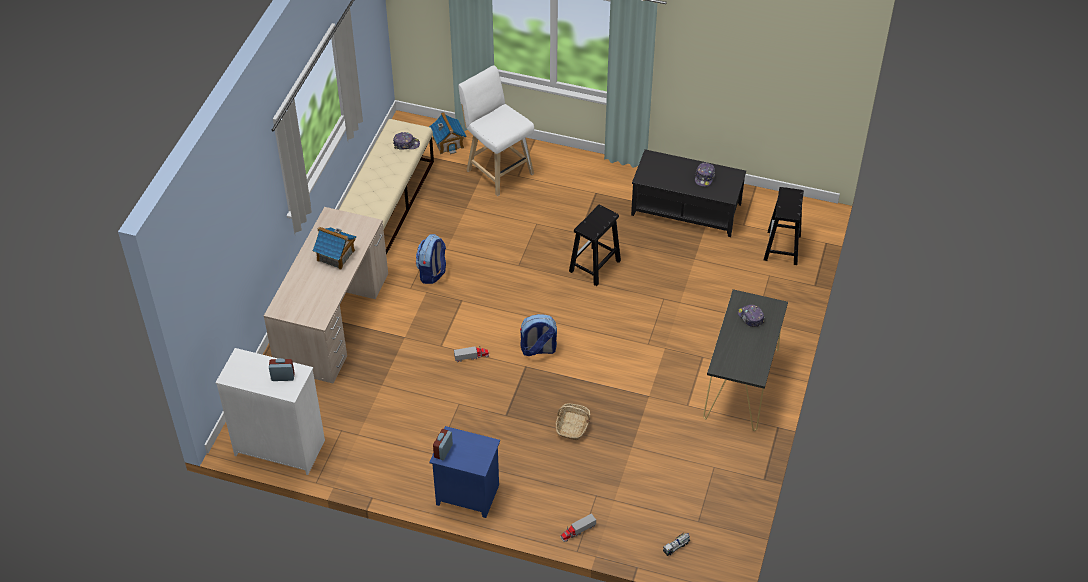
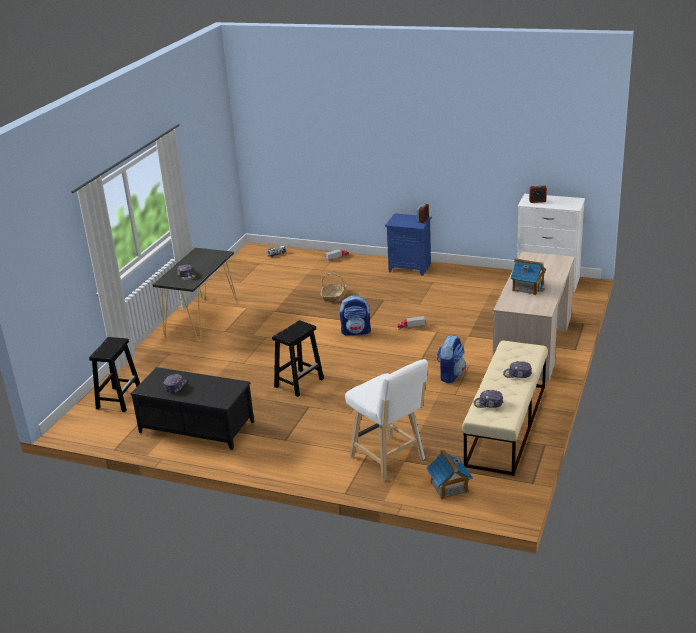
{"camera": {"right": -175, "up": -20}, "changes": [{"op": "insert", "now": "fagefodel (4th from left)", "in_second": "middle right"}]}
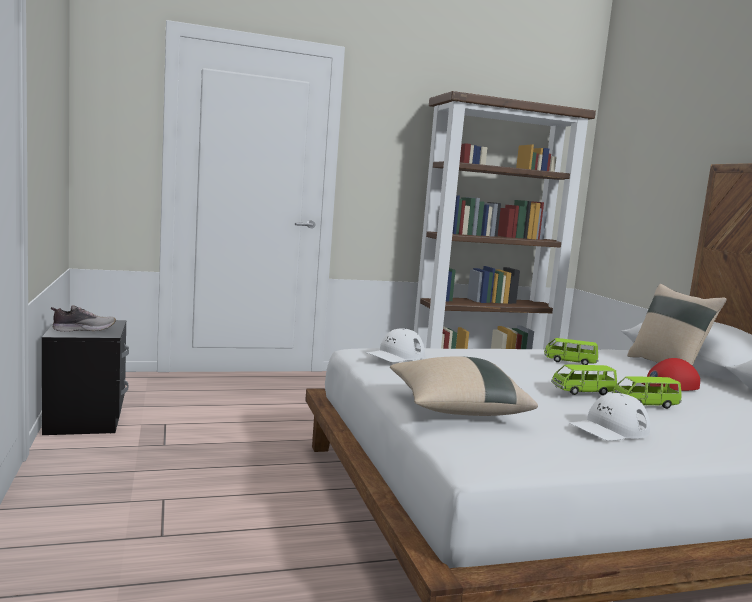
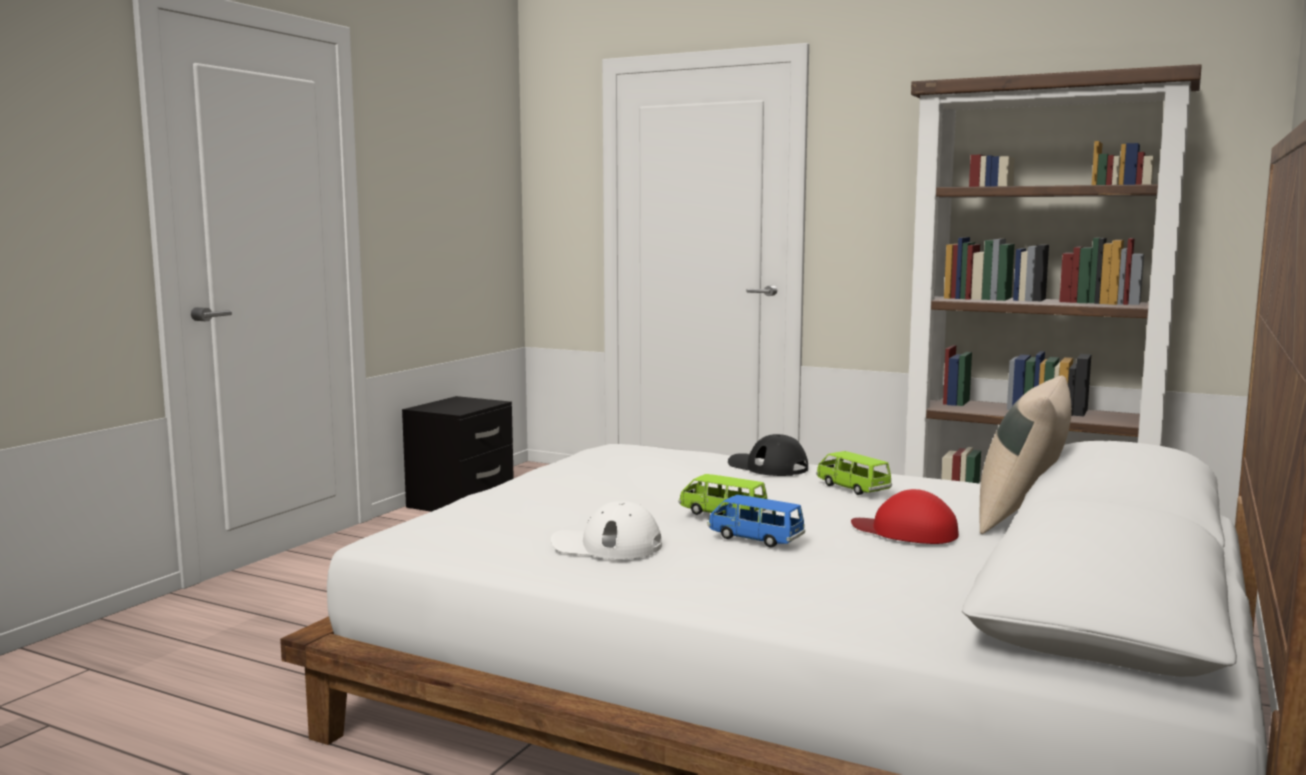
{"camera": {"right": 45, "up": 0}, "changes": [{"op": "delete", "was": "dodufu", "in_first": "middle left"}, {"op": "delete", "was": "fagefodel (white) (1st from left)", "in_first": "centre"}, {"op": "delete", "was": "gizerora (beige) (1st from left)", "in_first": "centre"}, {"op": "recolor", "was": "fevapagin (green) (3rd from left)", "now": "fevapagin (blue)", "in_first": "middle right", "in_second": "bottom centre"}, {"op": "insert", "now": "fagefodel (black)", "in_second": "centre"}]}
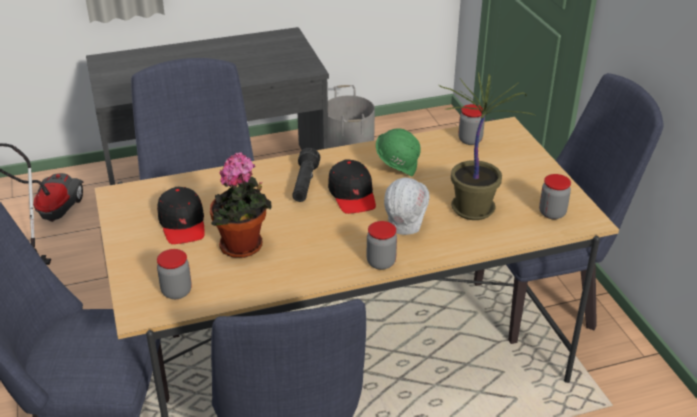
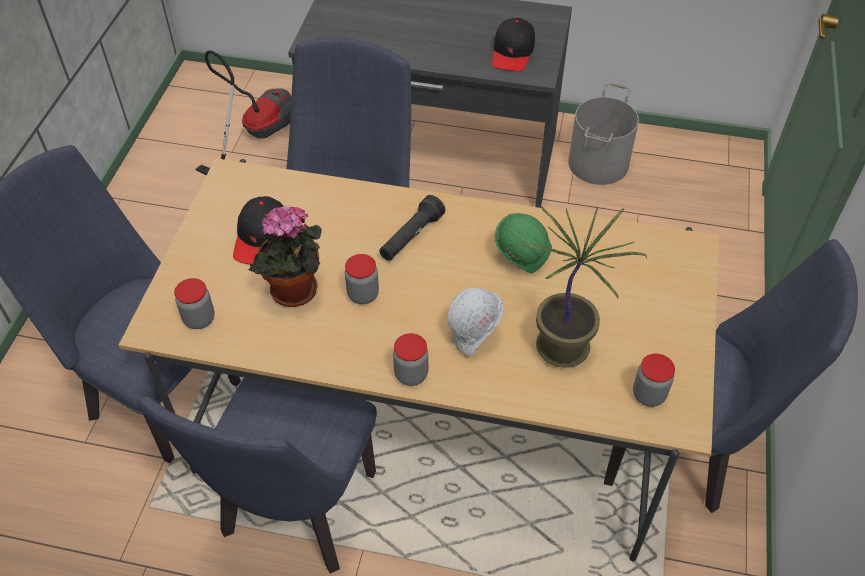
{"camera": {"right": 30, "up": 15}, "changes": [{"op": "move", "was": "fagefodel (black) (2nd from left)", "in_first": "centre", "in_second": "top centre"}, {"op": "move", "was": "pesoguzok (3rd from left in the first image)", "now": "pesoguzok (2nd from left)", "in_first": "top right", "in_second": "centre"}]}
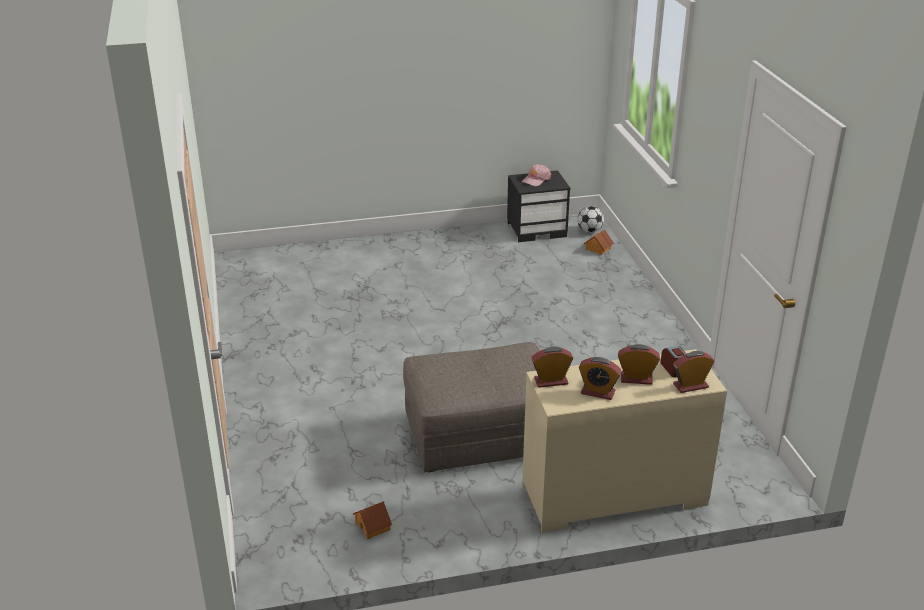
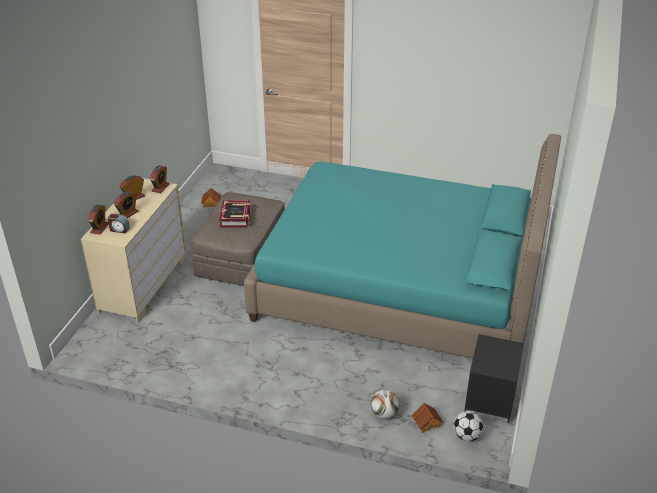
{"camera": {"right": 120, "up": 5}, "changes": [{"op": "delete", "was": "fagefodel (pink)", "in_first": "top centre"}, {"op": "insert", "now": "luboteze", "in_second": "centre"}, {"op": "insert", "now": "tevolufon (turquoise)", "in_second": "centre"}, {"op": "insert", "now": "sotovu (1st from left)", "in_second": "bottom centre"}]}
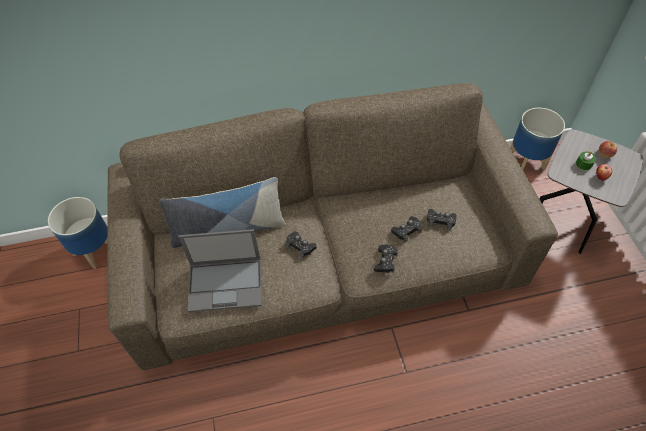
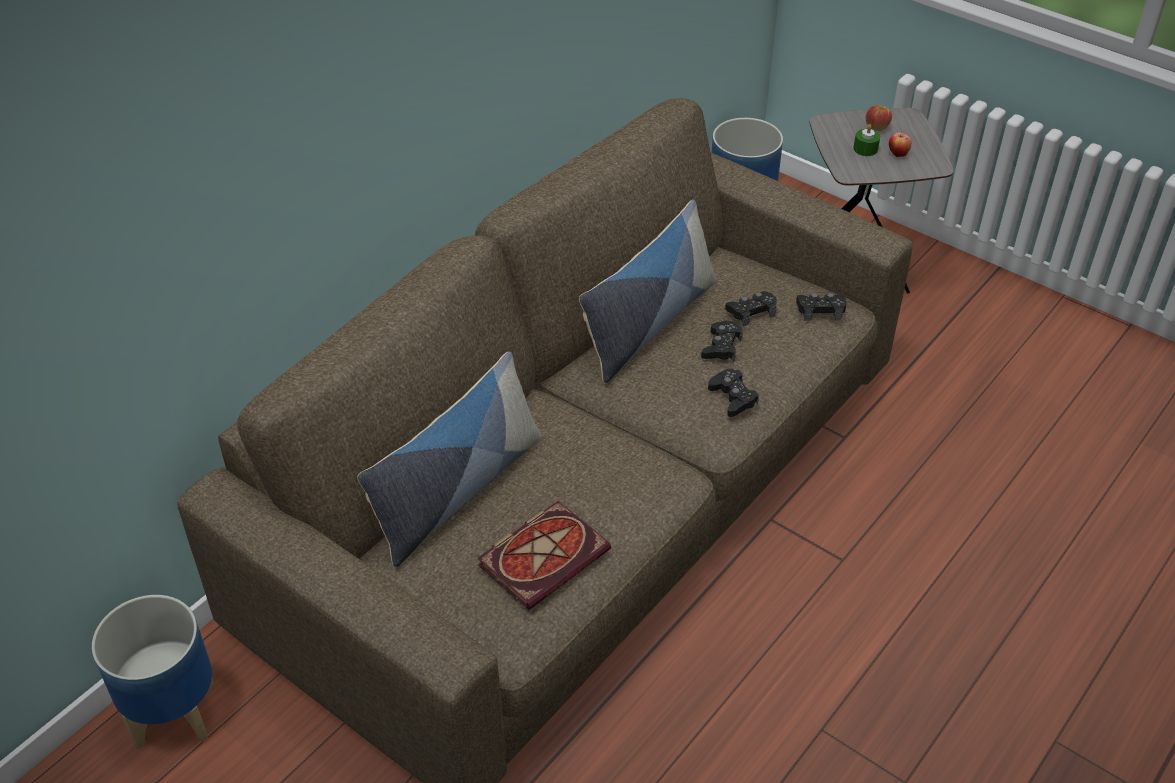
{"camera": {"right": -40, "up": -10}, "changes": [{"op": "replace", "was": "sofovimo", "now": "luboteze", "in_first": "centre", "in_second": "bottom centre"}, {"op": "move", "was": "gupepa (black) (1st from left in the first image)", "now": "gupepa (black) (4th from left)", "in_first": "centre", "in_second": "middle right"}, {"op": "insert", "now": "gizerora (2nd from left)", "in_second": "centre"}]}
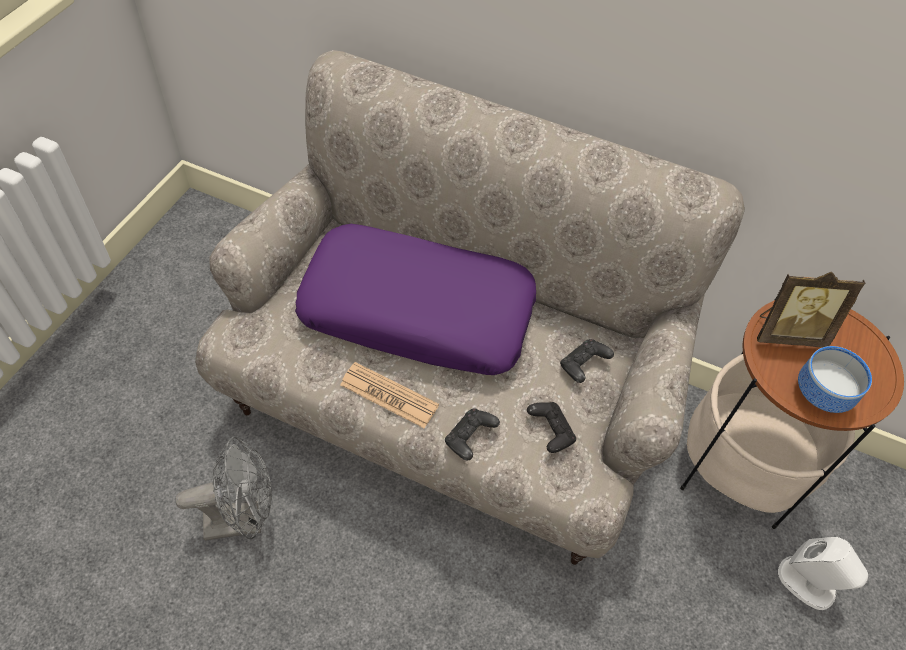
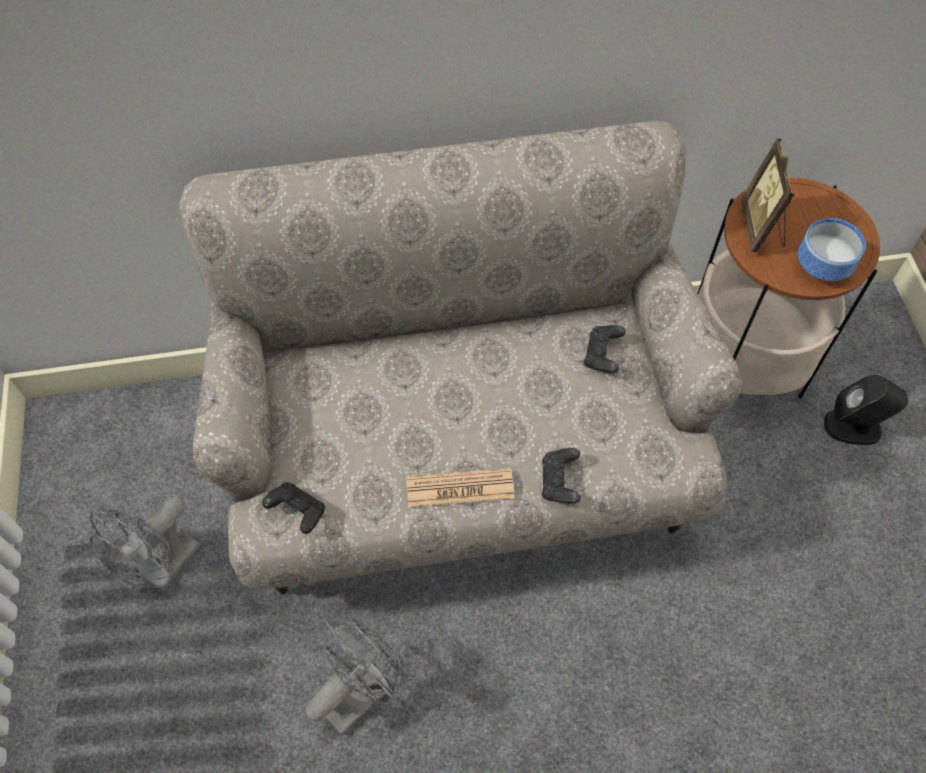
{"camera": {"right": -30, "up": 5}, "changes": [{"op": "delete", "was": "gizerora (purple)", "in_first": "centre"}, {"op": "move", "was": "gupepa (black) (2nd from left in the first image)", "now": "gupepa (black) (1st from left)", "in_first": "centre", "in_second": "middle left"}, {"op": "rotate", "was": "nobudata", "in_first": "middle right", "in_second": "top right", "clockwise": 120}, {"op": "recolor", "was": "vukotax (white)", "now": "vukotax (black)", "in_first": "bottom right", "in_second": "middle right"}, {"op": "insert", "now": "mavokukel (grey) (1st from left)", "in_second": "bottom left"}]}
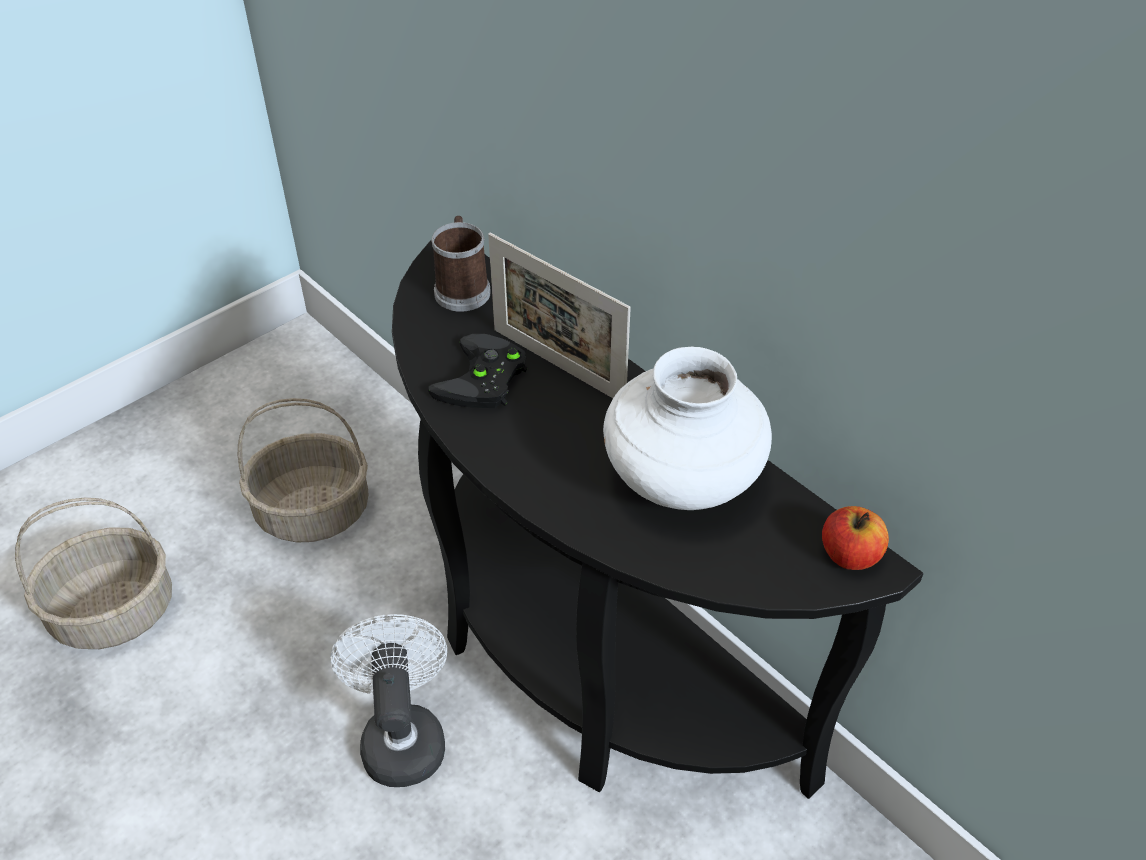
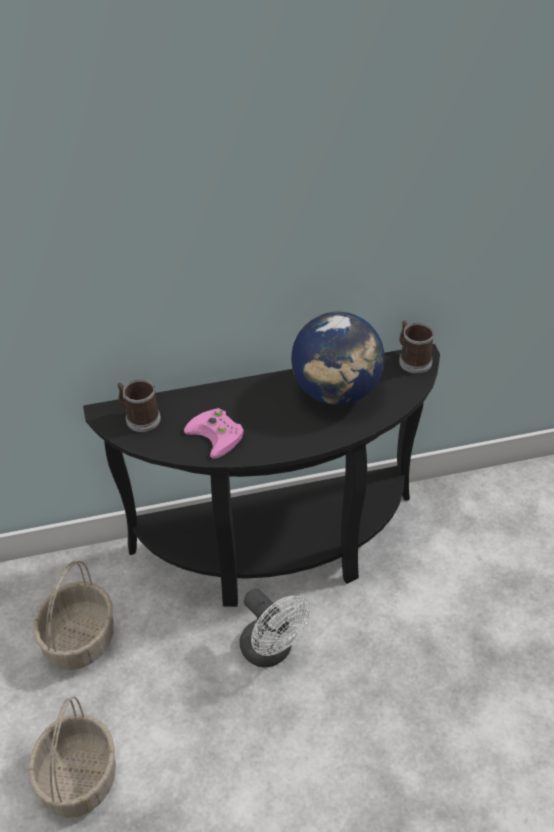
{"camera": {"right": -60, "up": 0}, "changes": [{"op": "rotate", "was": "mavokukel (white)", "in_first": "bottom centre", "in_second": "bottom centre", "clockwise": -150}, {"op": "recolor", "was": "gupepa (black)", "now": "gupepa (pink)", "in_first": "centre", "in_second": "centre"}, {"op": "delete", "was": "nobudata", "in_first": "centre"}, {"op": "replace", "was": "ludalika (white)", "now": "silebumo", "in_first": "centre", "in_second": "centre"}, {"op": "replace", "was": "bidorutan", "now": "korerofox (2nd from left)", "in_first": "middle right", "in_second": "middle right"}]}
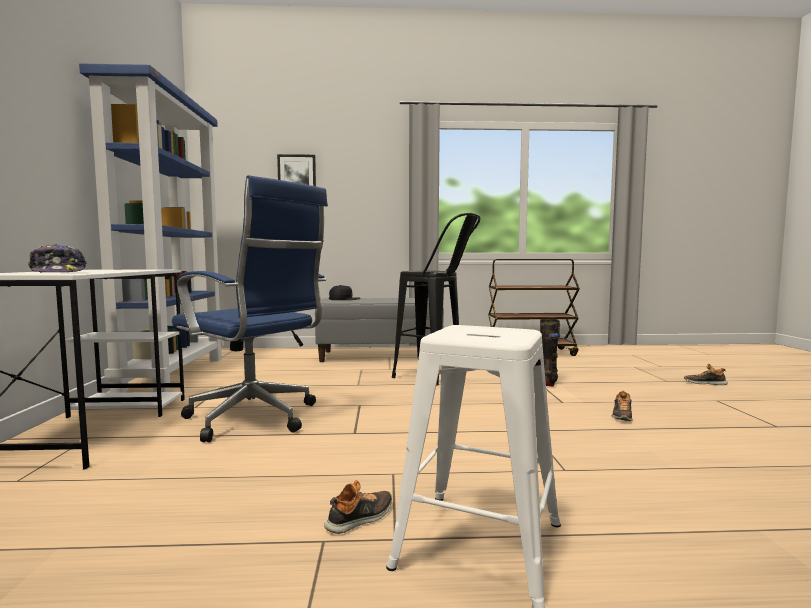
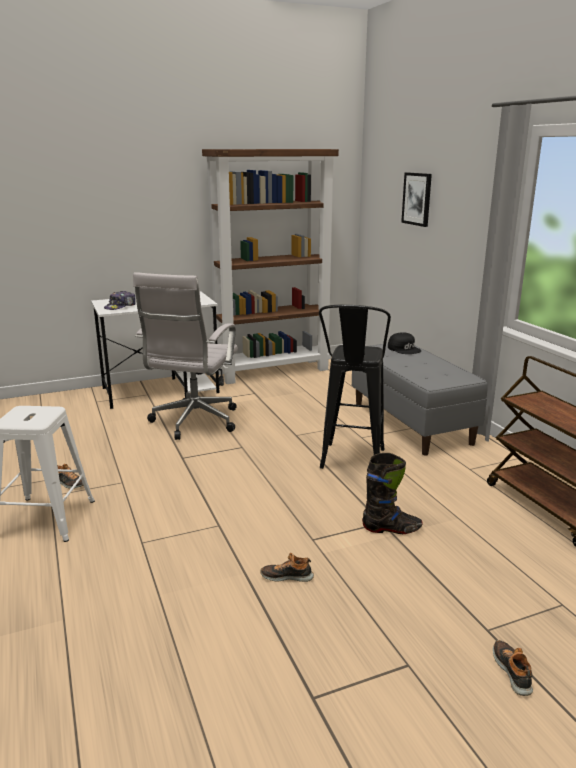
{"camera": {"right": 70, "up": 15}, "changes": [{"op": "recolor", "was": "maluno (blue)", "now": "maluno (brown)", "in_first": "middle left", "in_second": "centre"}, {"op": "recolor", "was": "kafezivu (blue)", "now": "kafezivu (white)", "in_first": "middle left", "in_second": "middle left"}]}
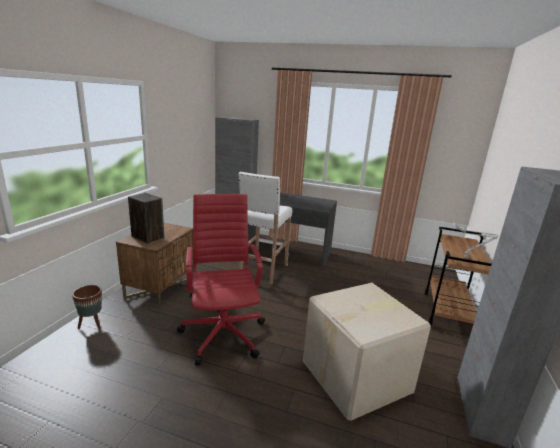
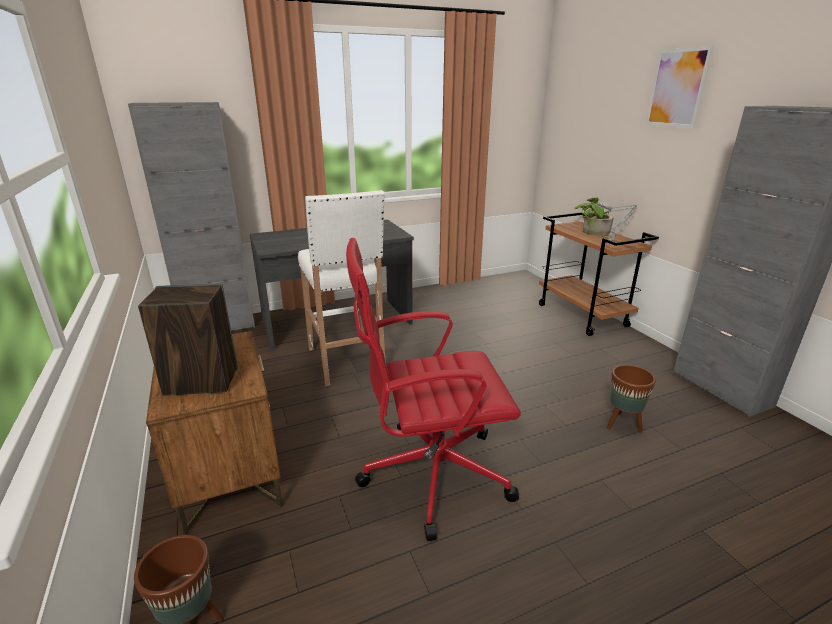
{"camera": {"right": -40, "up": 5}, "changes": [{"op": "rotate", "was": "kafezivu (red)", "in_first": "centre", "in_second": "centre", "clockwise": -45}, {"op": "replace", "was": "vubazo", "now": "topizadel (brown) (2nd from left)", "in_first": "bottom centre", "in_second": "middle right"}, {"op": "insert", "now": "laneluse", "in_second": "middle right"}, {"op": "insert", "now": "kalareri", "in_second": "top right"}]}
